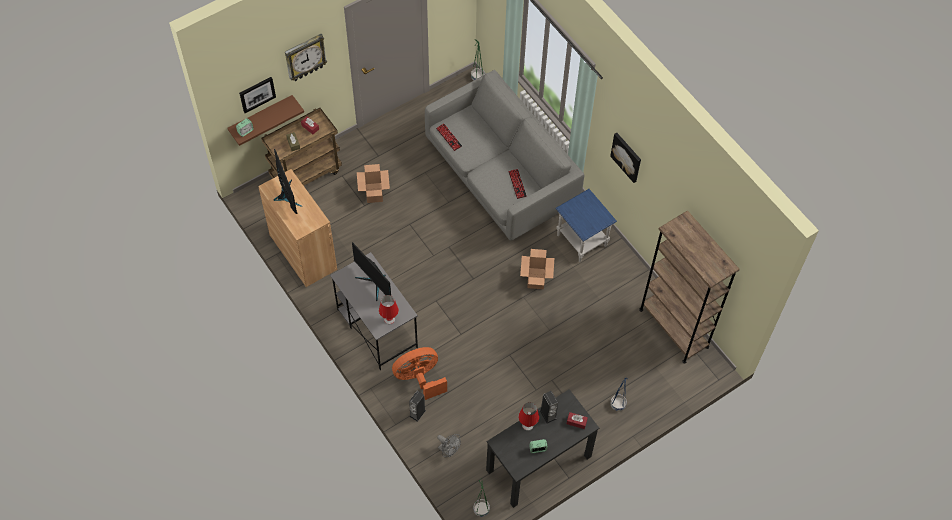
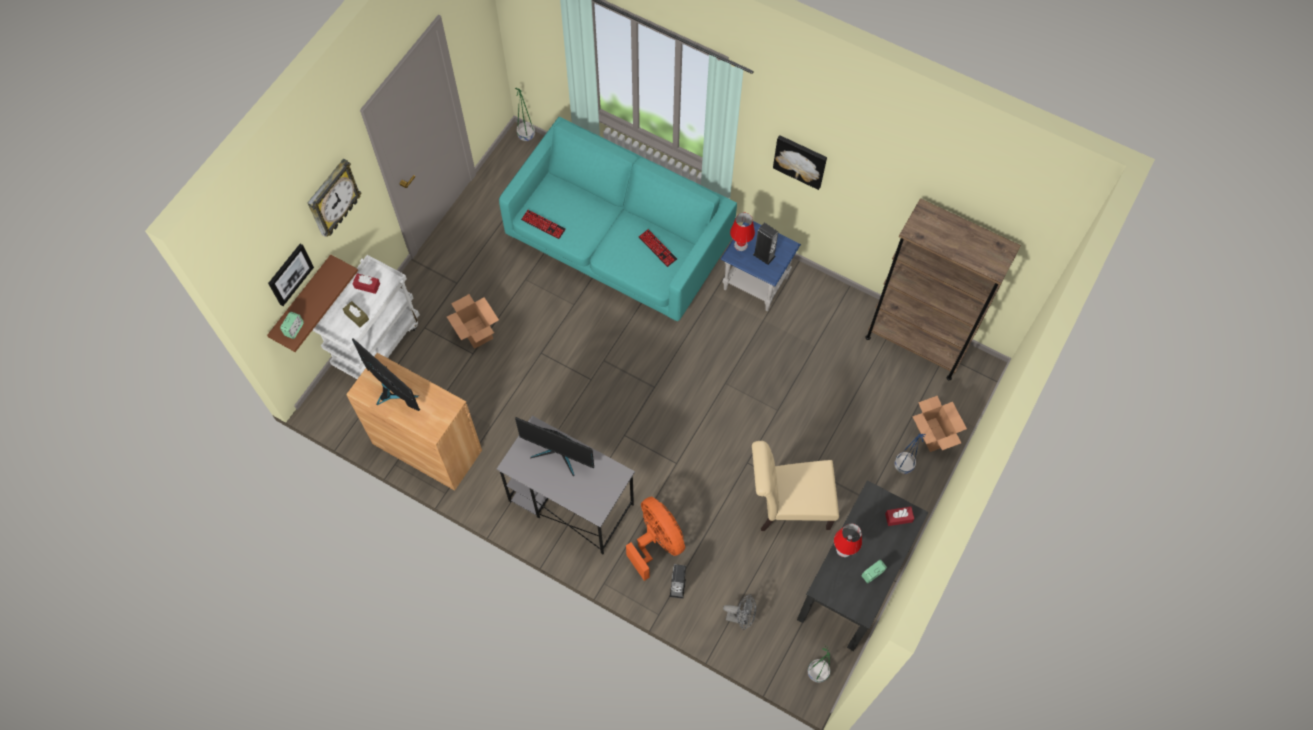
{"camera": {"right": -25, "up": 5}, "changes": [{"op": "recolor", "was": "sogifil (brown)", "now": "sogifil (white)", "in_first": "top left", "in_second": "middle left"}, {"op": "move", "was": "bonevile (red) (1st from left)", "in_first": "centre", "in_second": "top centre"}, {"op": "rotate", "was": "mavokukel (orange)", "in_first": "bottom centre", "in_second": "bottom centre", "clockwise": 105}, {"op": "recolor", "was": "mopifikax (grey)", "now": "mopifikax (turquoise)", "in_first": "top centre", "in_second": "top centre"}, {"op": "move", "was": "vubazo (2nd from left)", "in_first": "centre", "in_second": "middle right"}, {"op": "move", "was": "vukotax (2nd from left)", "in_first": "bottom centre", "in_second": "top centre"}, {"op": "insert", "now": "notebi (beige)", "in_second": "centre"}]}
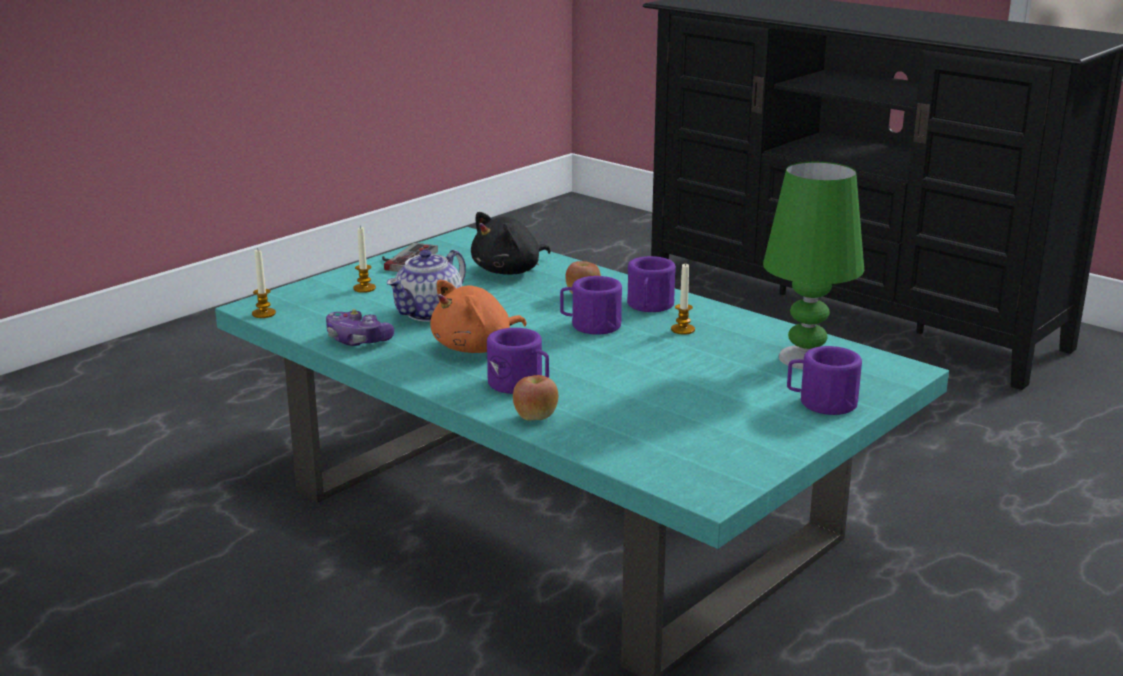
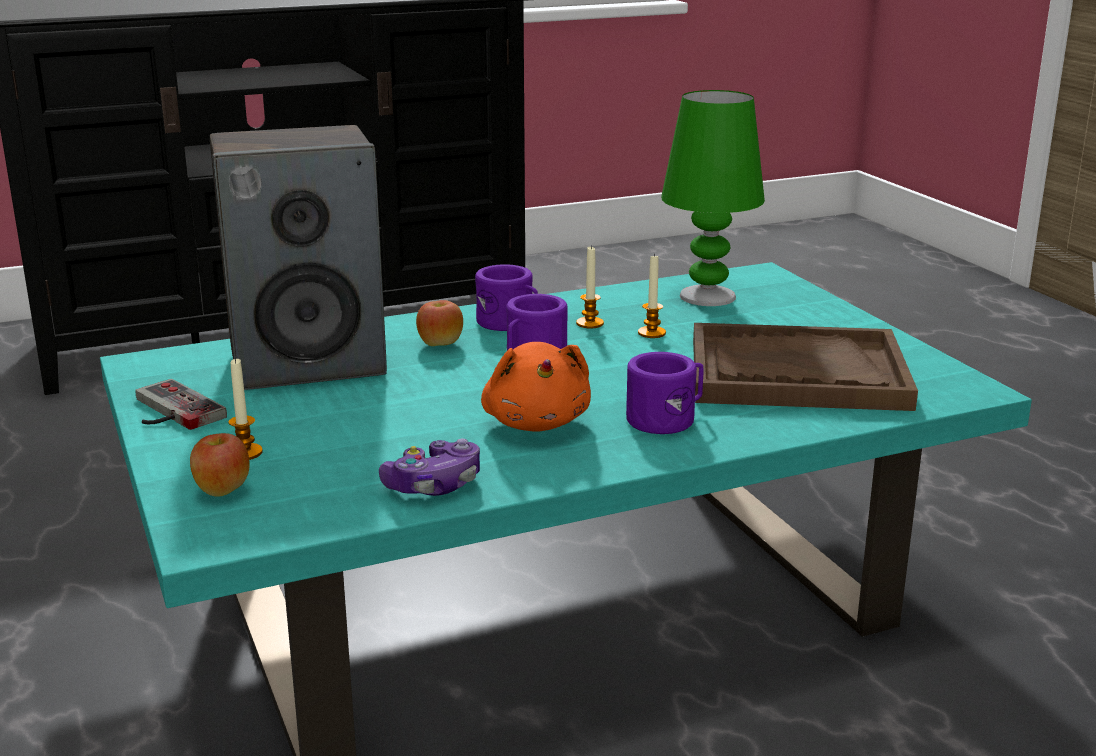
{"camera": {"right": -65, "up": 0}, "changes": [{"op": "move", "was": "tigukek (1st from left in the first image)", "now": "tigukek (3rd from left)", "in_first": "middle left", "in_second": "centre"}, {"op": "delete", "was": "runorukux", "in_first": "centre"}, {"op": "replace", "was": "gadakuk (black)", "now": "vukotax", "in_first": "centre", "in_second": "middle left"}, {"op": "move", "was": "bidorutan (1st from left)", "in_first": "centre", "in_second": "middle left"}, {"op": "delete", "was": "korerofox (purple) (4th from left)", "in_first": "middle right"}, {"op": "insert", "now": "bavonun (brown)", "in_second": "middle right"}]}
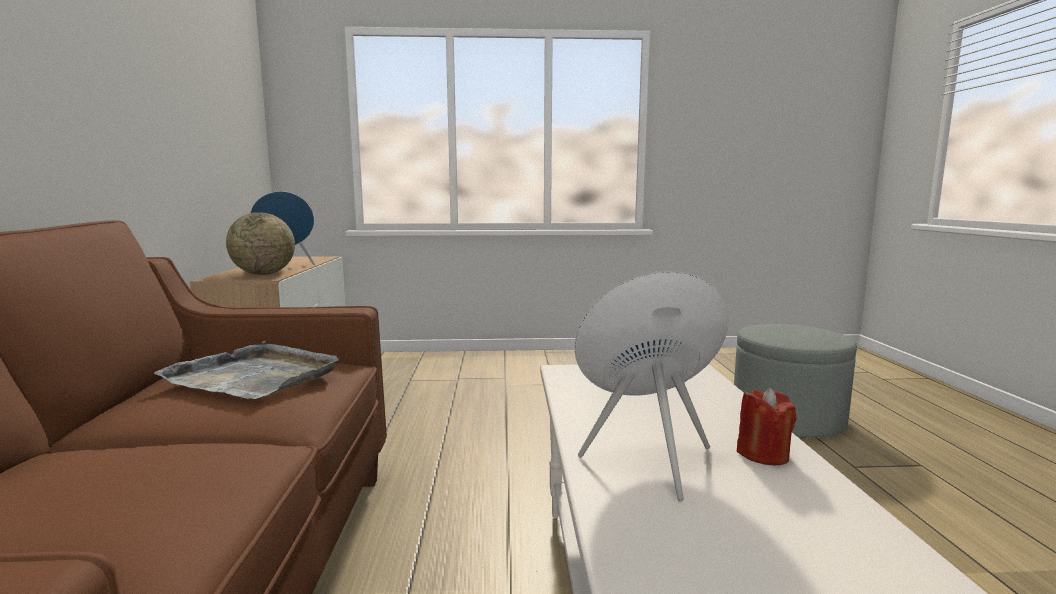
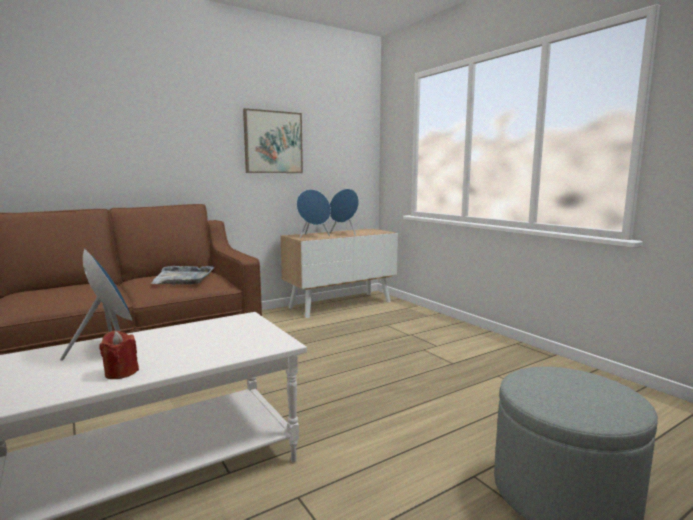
{"camera": {"right": 60, "up": 0}, "changes": [{"op": "replace", "was": "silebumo", "now": "vukotax (blue) (2nd from left)", "in_first": "middle left", "in_second": "centre"}, {"op": "insert", "now": "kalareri", "in_second": "top centre"}]}
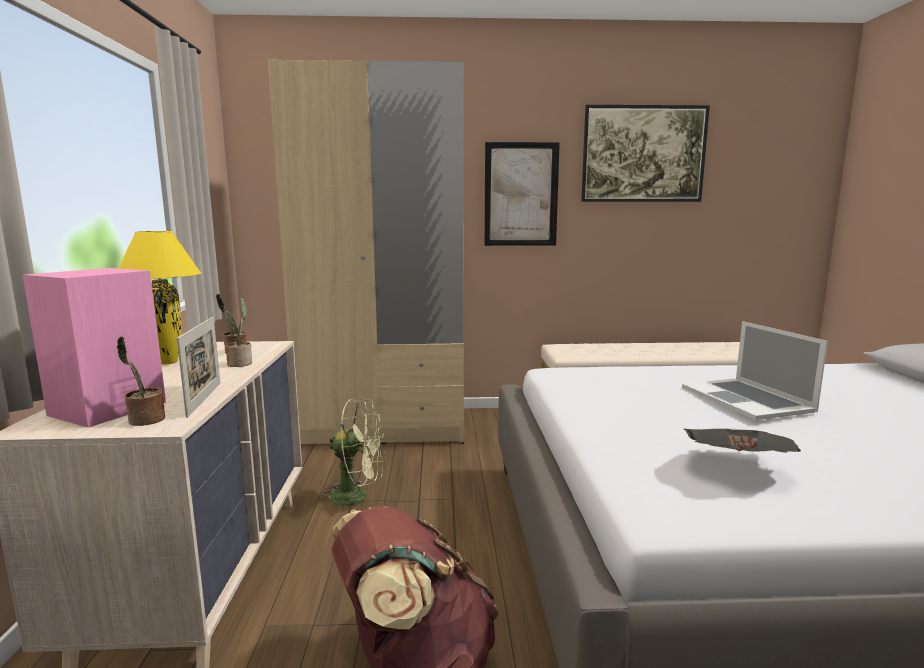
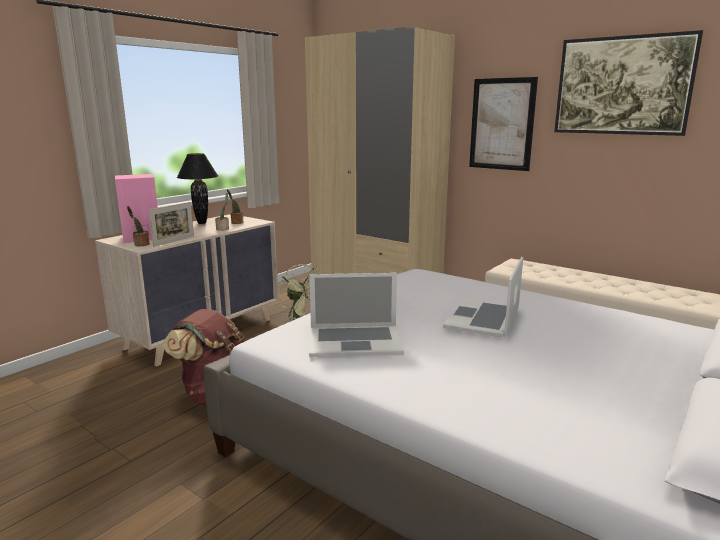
{"camera": {"right": 40, "up": 5}, "changes": [{"op": "recolor", "was": "bonevile (yellow)", "now": "bonevile (black)", "in_first": "middle left", "in_second": "middle left"}, {"op": "replace", "was": "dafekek", "now": "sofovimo (1st from left)", "in_first": "middle right", "in_second": "centre"}]}
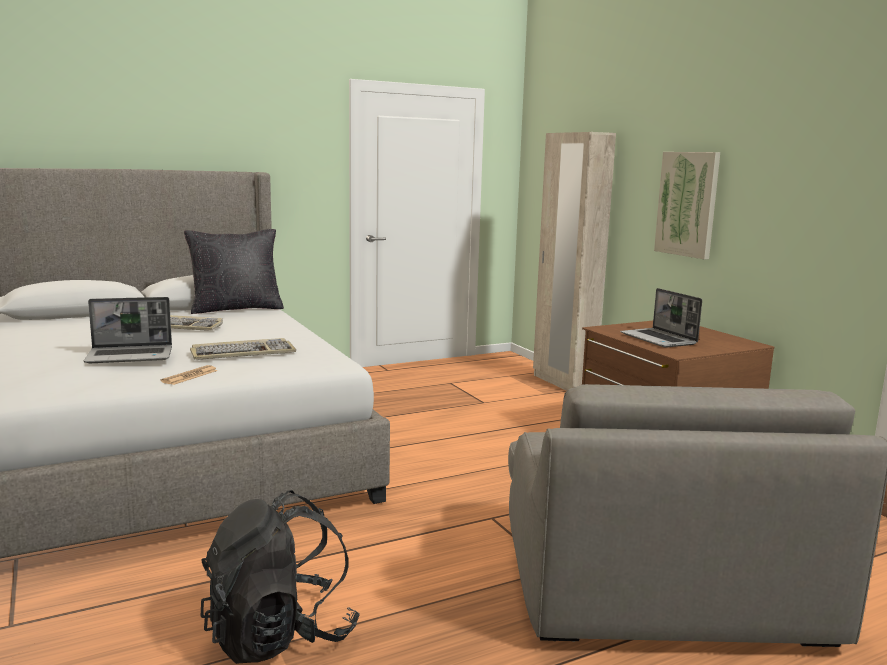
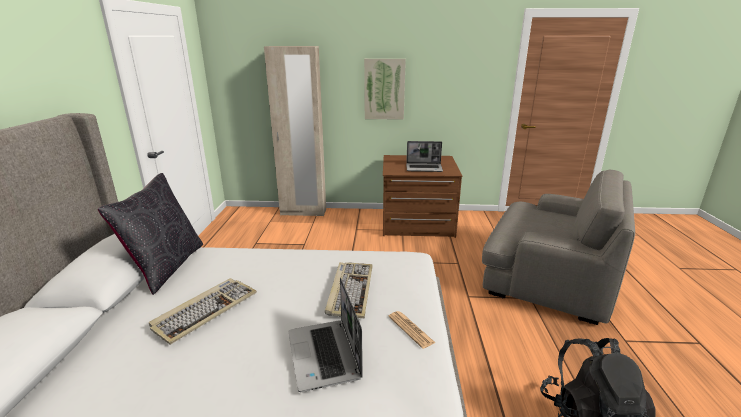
{"camera": {"right": -60, "up": 10}, "changes": [{"op": "rotate", "was": "sofovimo (1st from left)", "in_first": "middle left", "in_second": "bottom centre", "clockwise": 150}]}
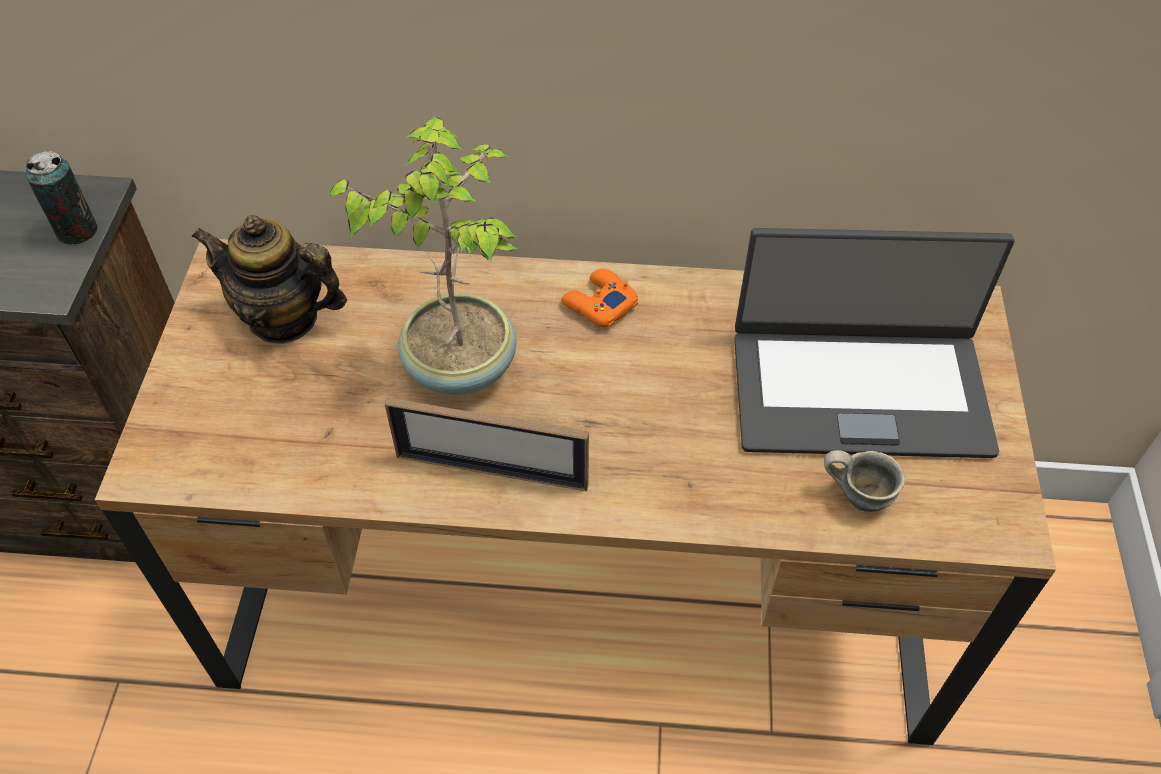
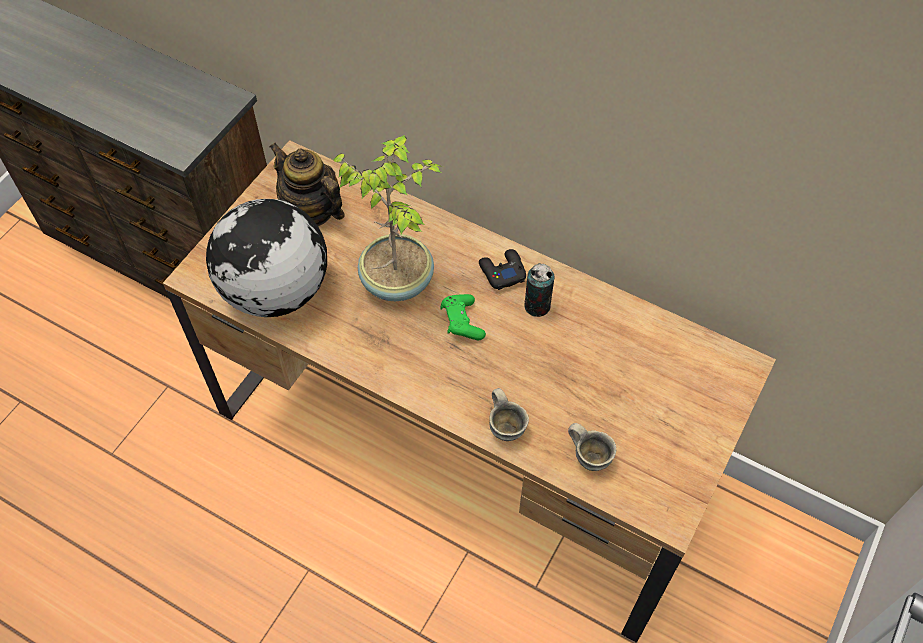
{"camera": {"right": 25, "up": 5}, "changes": [{"op": "move", "was": "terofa", "in_first": "top left", "in_second": "centre"}, {"op": "delete", "was": "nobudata", "in_first": "centre"}, {"op": "recolor", "was": "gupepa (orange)", "now": "gupepa (black)", "in_first": "centre", "in_second": "centre"}, {"op": "delete", "was": "sofovimo", "in_first": "middle right"}, {"op": "insert", "now": "silebumo", "in_second": "middle left"}, {"op": "insert", "now": "gupepa (green)", "in_second": "centre"}, {"op": "insert", "now": "korerofox (grey) (1st from left)", "in_second": "centre"}]}
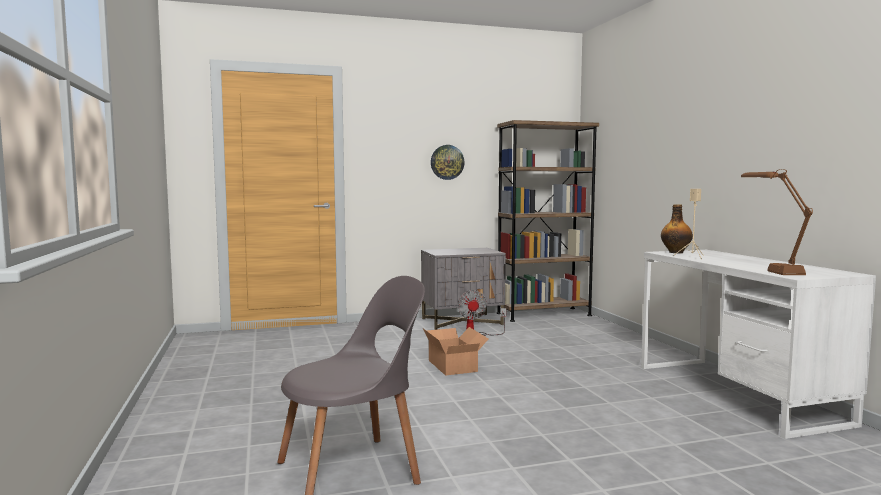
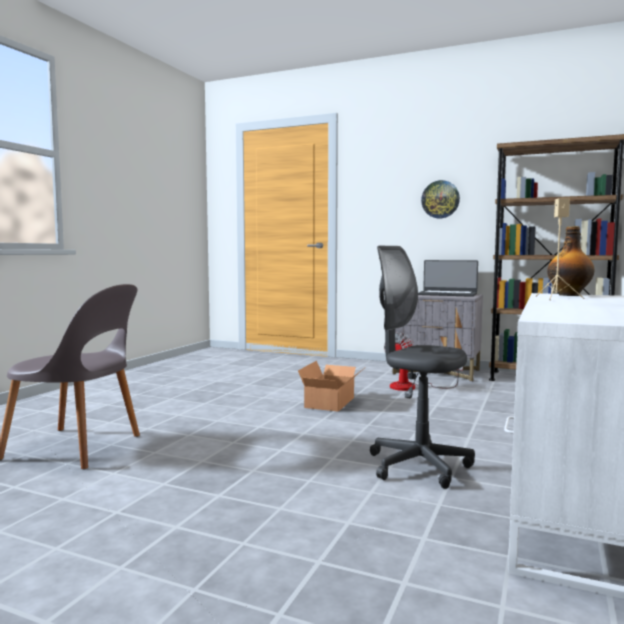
{"camera": {"right": 40, "up": 0}, "changes": [{"op": "delete", "was": "bonevile (brown)", "in_first": "middle right"}, {"op": "insert", "now": "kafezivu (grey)", "in_second": "middle right"}, {"op": "insert", "now": "sofovimo", "in_second": "middle right"}]}
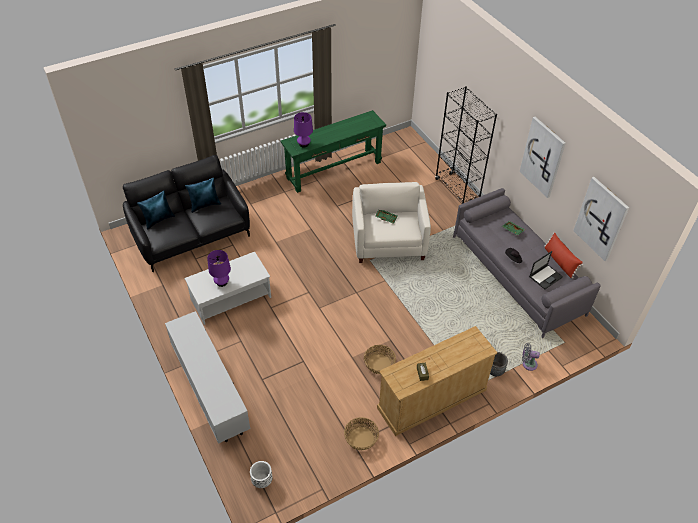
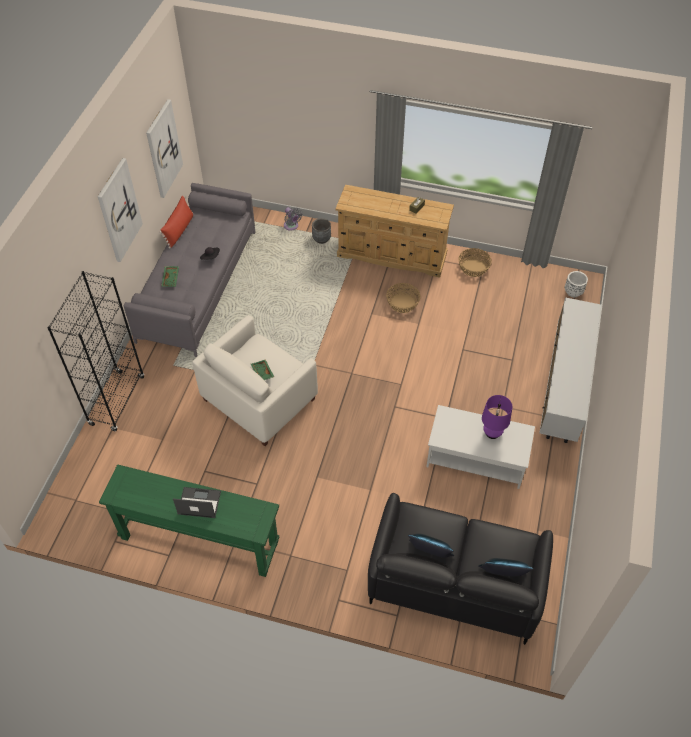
{"camera": {"right": -135, "up": 5}, "changes": [{"op": "delete", "was": "bonevile (purple) (2nd from left)", "in_first": "top centre"}, {"op": "move", "was": "sofovimo", "in_first": "middle right", "in_second": "bottom left"}]}
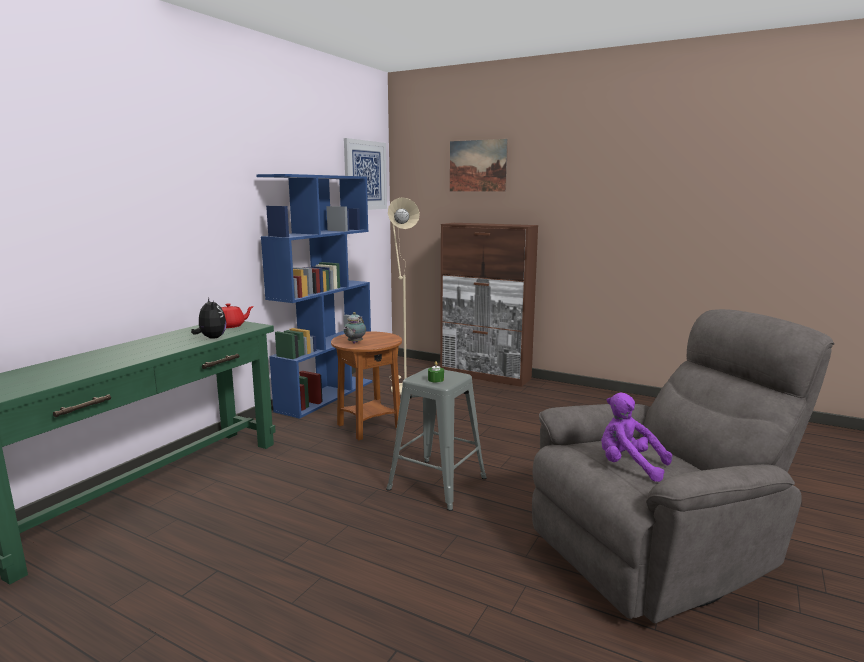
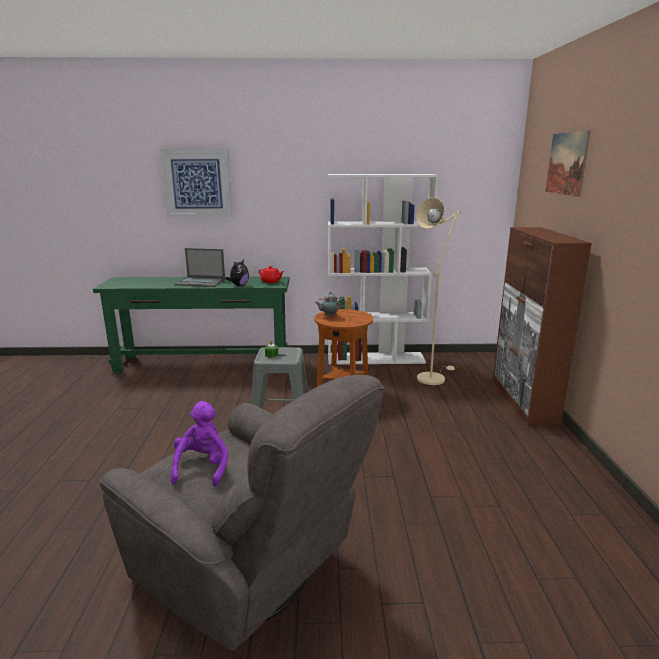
{"camera": {"right": 60, "up": 5}, "changes": [{"op": "recolor", "was": "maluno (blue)", "now": "maluno (white)", "in_first": "centre", "in_second": "centre"}, {"op": "move", "was": "kalareri (1st from left)", "in_first": "top centre", "in_second": "top left"}, {"op": "insert", "now": "sofovimo", "in_second": "middle left"}]}
